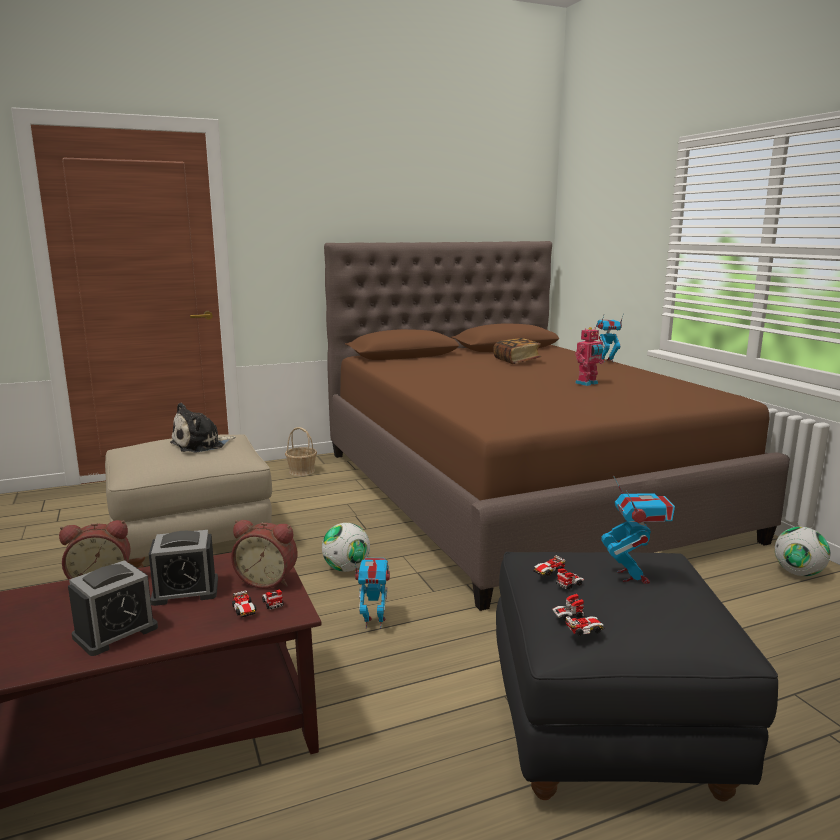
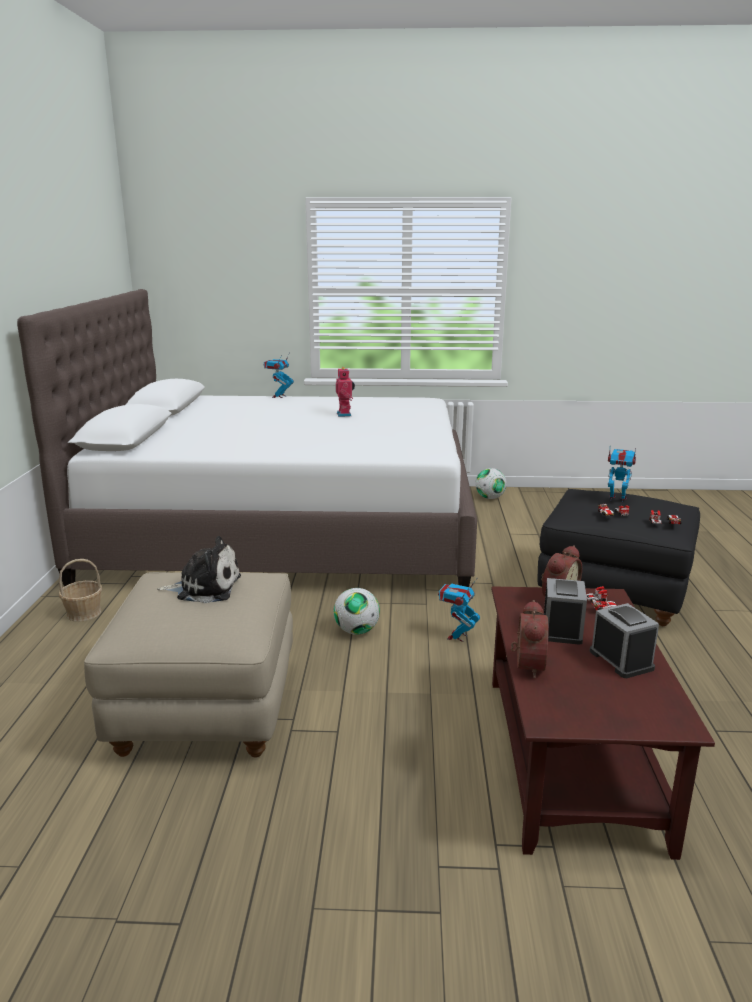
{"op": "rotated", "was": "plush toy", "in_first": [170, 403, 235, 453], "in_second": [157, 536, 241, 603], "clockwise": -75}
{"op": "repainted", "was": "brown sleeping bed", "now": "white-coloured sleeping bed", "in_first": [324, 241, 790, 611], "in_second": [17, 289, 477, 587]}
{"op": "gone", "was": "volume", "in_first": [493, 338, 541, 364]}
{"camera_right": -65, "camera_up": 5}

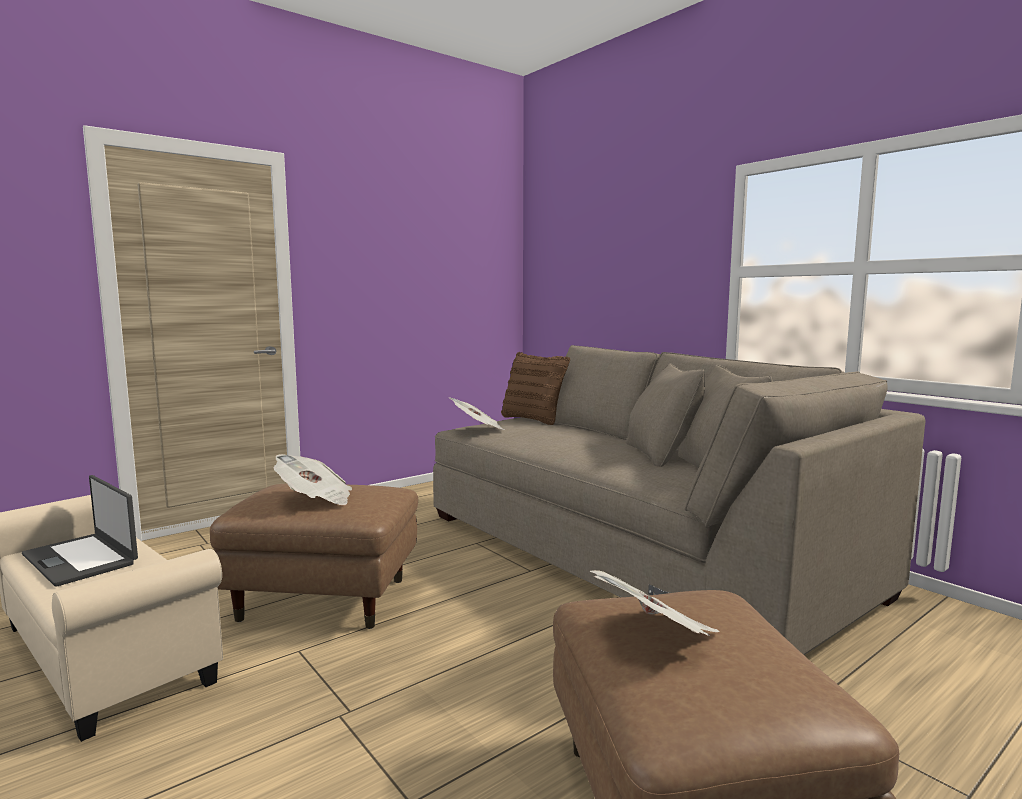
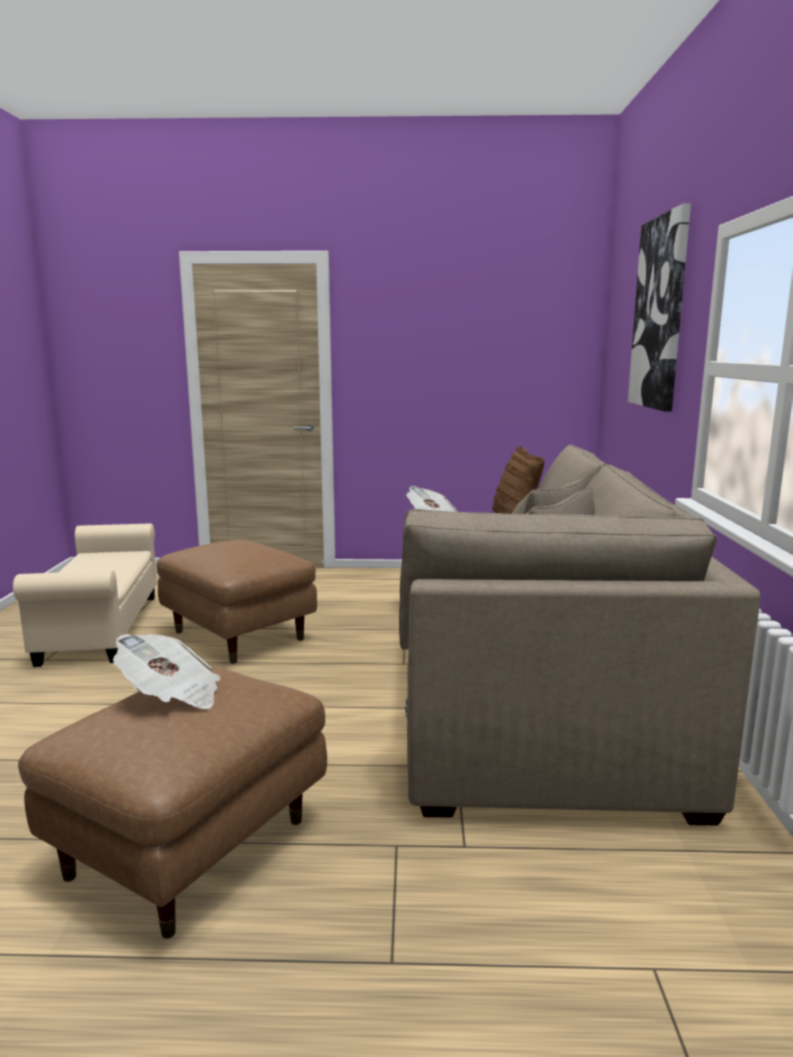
{"op": "gone", "was": "notebook computer", "in_first": [22, 475, 138, 587]}
{"op": "gone", "was": "printed paper", "in_first": [273, 454, 352, 505]}
{"op": "new", "now": "wall art", "in_second": [628, 203, 691, 412]}
{"camera_right": 40, "camera_up": 5}

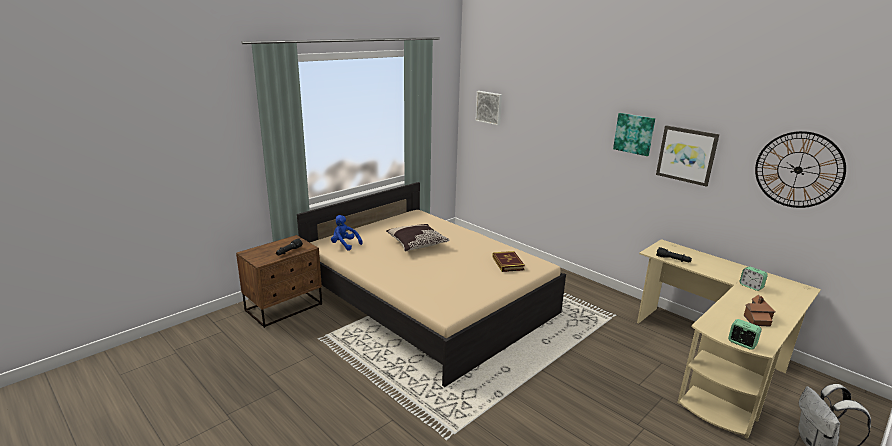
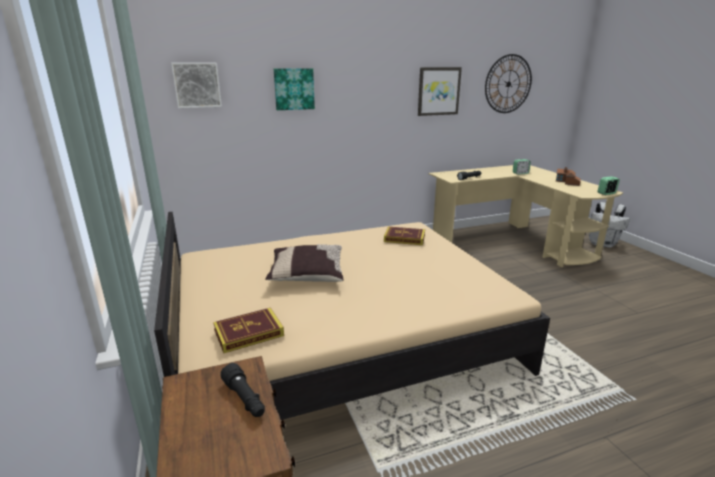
{"op": "swapped", "was": "blue-coloured plush toy", "now": "volume", "in_first": [331, 215, 363, 251], "in_second": [213, 308, 284, 353]}
{"op": "shifted", "was": "wall art", "in_first": [613, 113, 655, 156], "in_second": [274, 68, 315, 110]}
{"camera_right": -65, "camera_up": 0}

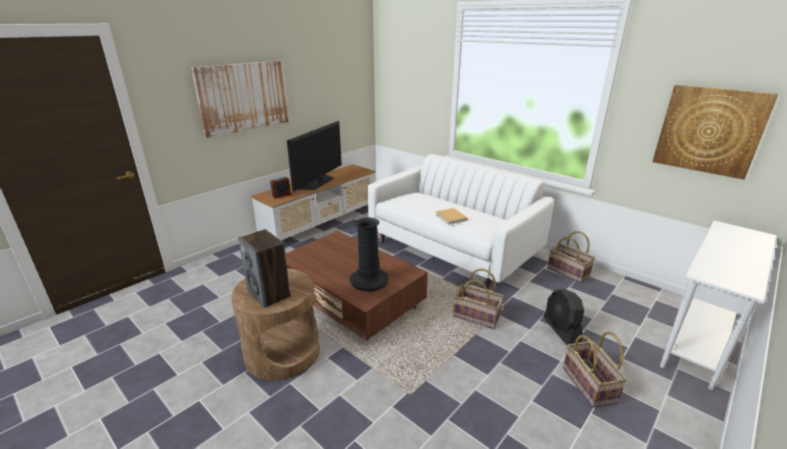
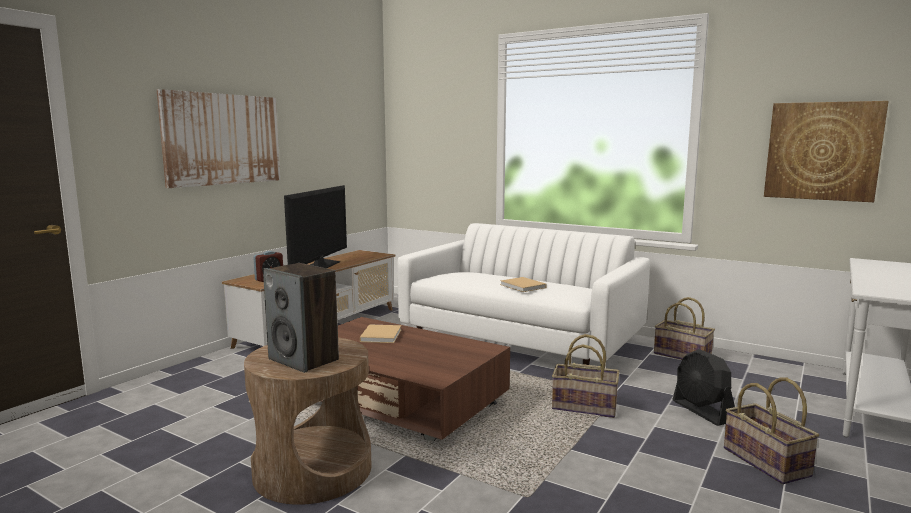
{"op": "gone", "was": "blackish vase", "in_first": [350, 218, 389, 292]}
{"op": "new", "now": "beige-coloured volume", "in_second": [360, 324, 401, 343]}
{"camera_right": -10, "camera_up": -15}

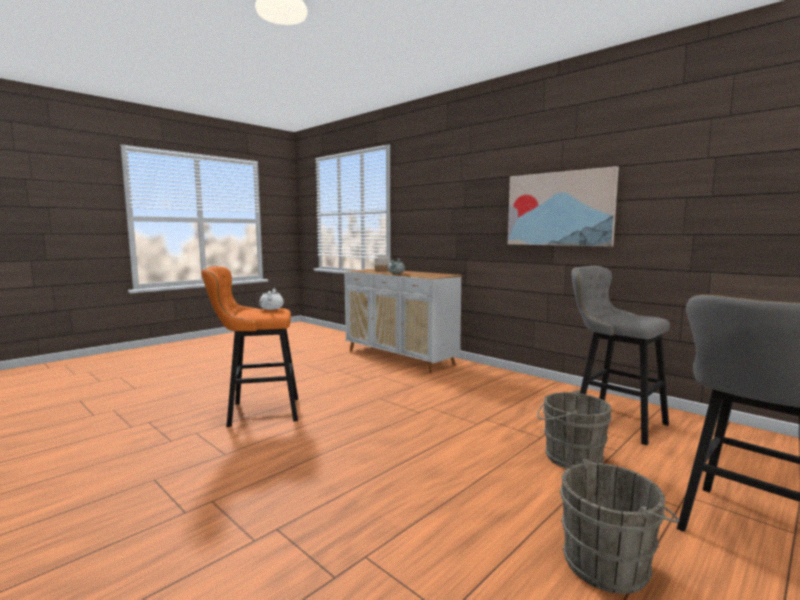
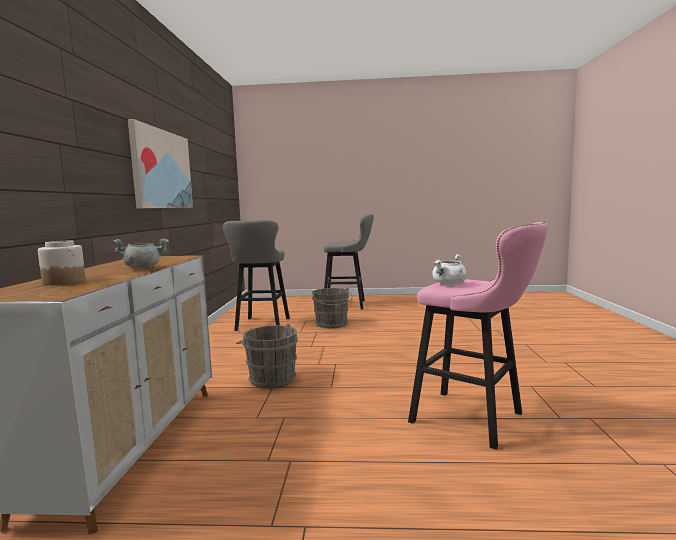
{"op": "repainted", "was": "orange-coloured sitting stool", "now": "pink sitting stool", "in_first": [202, 266, 298, 427], "in_second": [408, 221, 548, 450]}
{"op": "shifted", "was": "grey water bucket", "in_first": [559, 459, 680, 594], "in_second": [236, 324, 298, 389]}
{"camera_right": -130, "camera_up": 0}

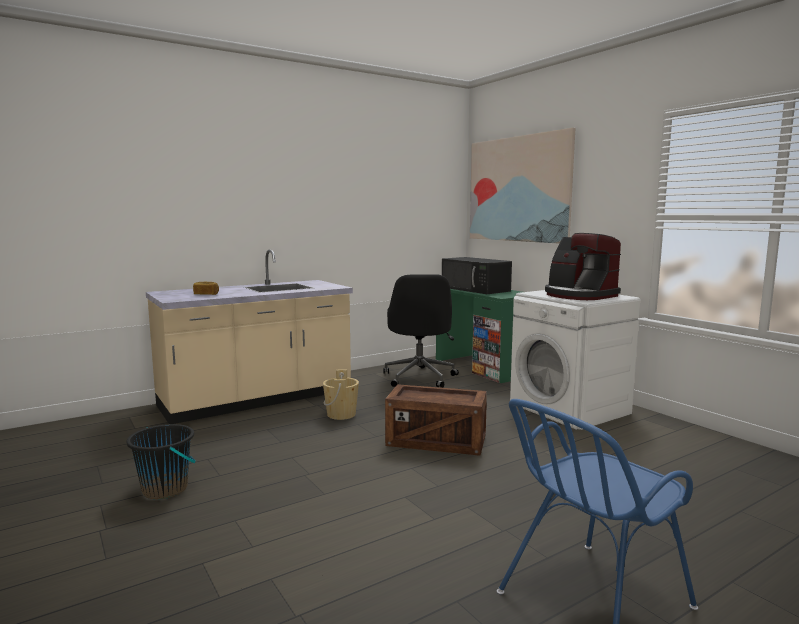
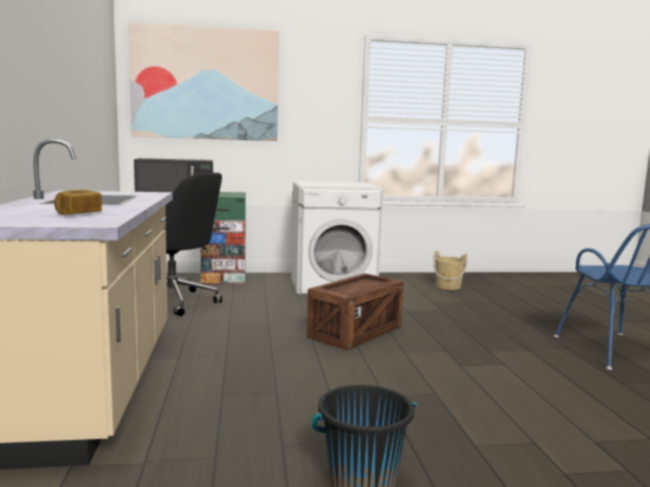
{"op": "shifted", "was": "beige-coloured water bucket", "in_first": [323, 369, 359, 420], "in_second": [433, 250, 468, 290]}
{"op": "gone", "was": "coffee machine", "in_first": [545, 233, 621, 300]}
{"camera_right": -65, "camera_up": 0}

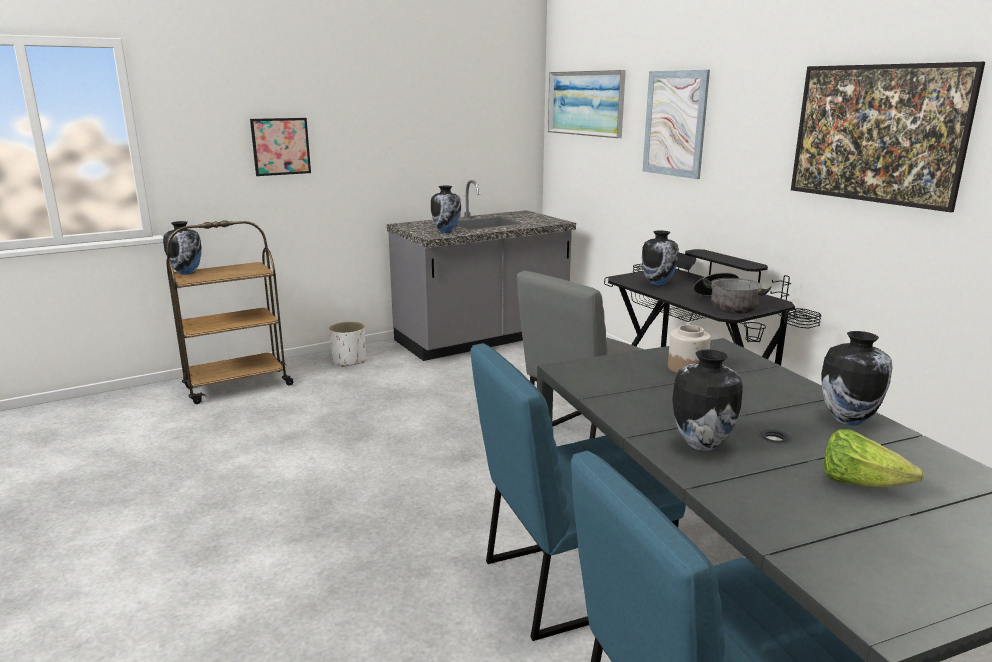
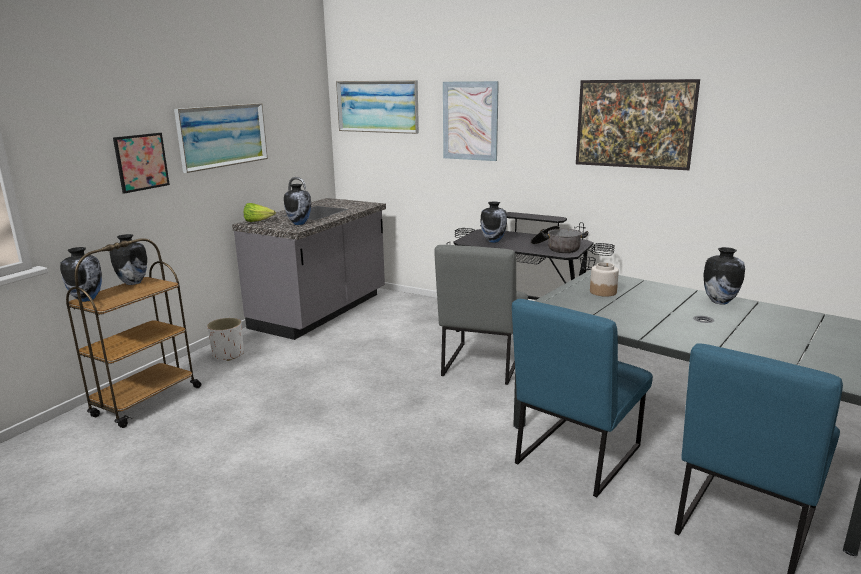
{"op": "shifted", "was": "vase", "in_first": [672, 349, 743, 451], "in_second": [110, 234, 147, 285]}
{"op": "shifted", "was": "head of lettuce", "in_first": [824, 429, 925, 487], "in_second": [244, 203, 276, 222]}
{"op": "new", "now": "wall art", "in_second": [174, 103, 268, 173]}
{"camera_right": -30, "camera_up": 0}

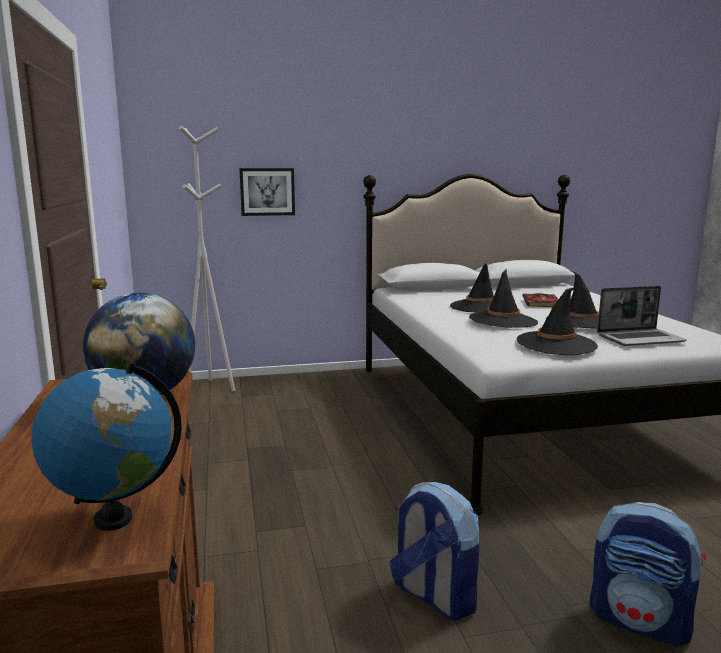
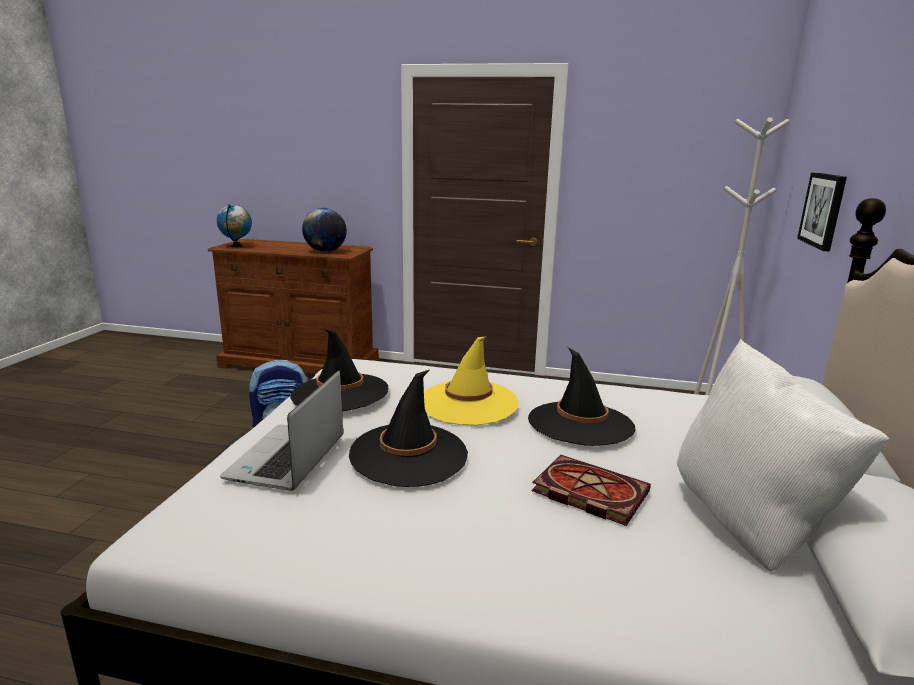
{"op": "repainted", "was": "blackish hat", "now": "yellowish hat", "in_first": [469, 269, 538, 328], "in_second": [424, 337, 518, 425]}
{"op": "gone", "was": "knapsack", "in_first": [589, 502, 706, 647]}
{"op": "new", "now": "white-coloured cushion", "in_second": [677, 339, 889, 571]}
{"camera_right": 115, "camera_up": 5}

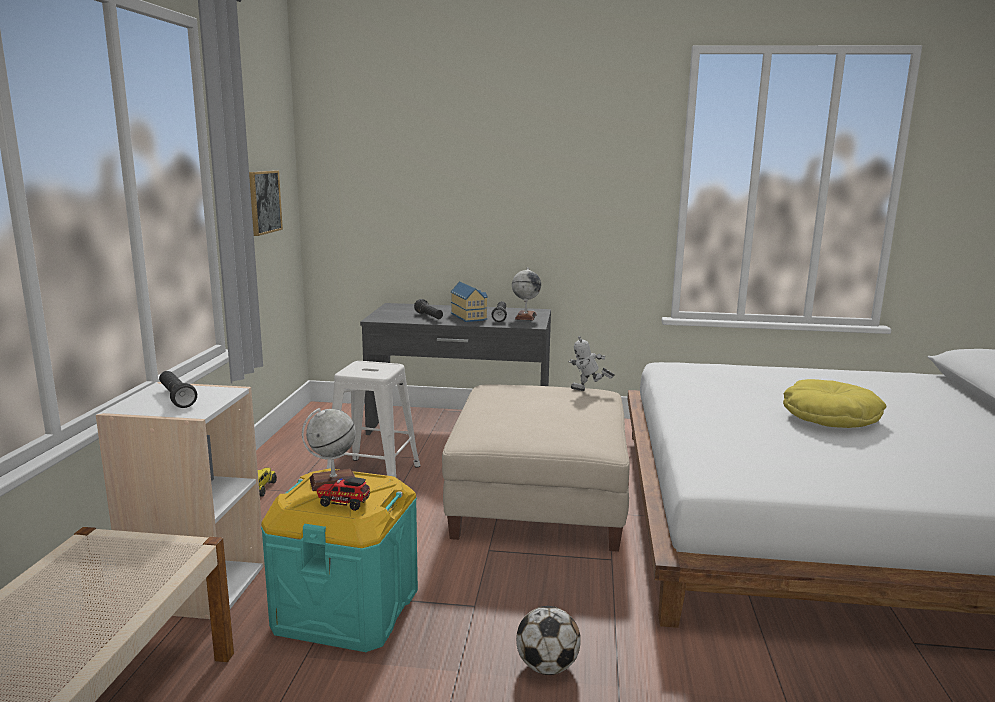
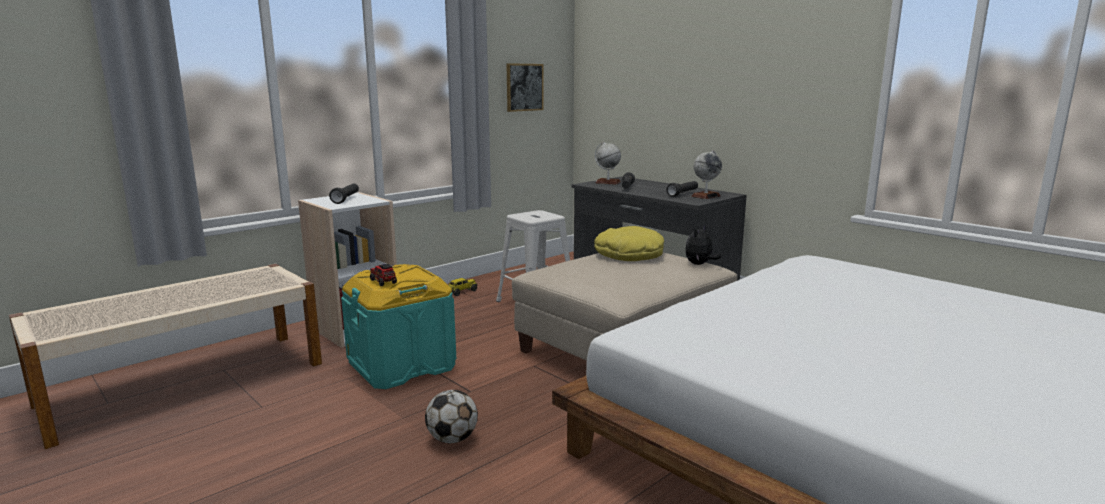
{"op": "shifted", "was": "world globe", "in_first": [302, 408, 356, 491], "in_second": [595, 142, 621, 185]}
{"op": "gone", "was": "miniature house", "in_first": [451, 281, 488, 322]}
{"op": "swapped", "was": "model robot", "now": "plush toy", "in_first": [568, 336, 615, 391], "in_second": [685, 225, 721, 265]}
{"op": "shifted", "was": "yellowish cushion", "in_first": [783, 379, 886, 428], "in_second": [594, 226, 664, 261]}
{"camera_right": 40, "camera_up": 0}

